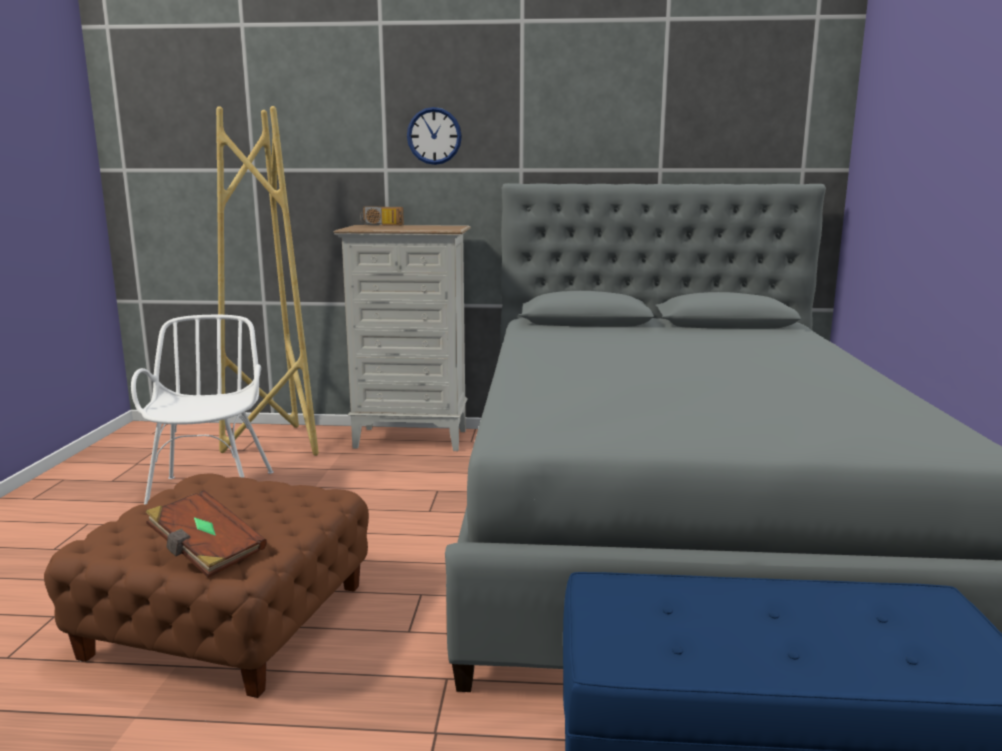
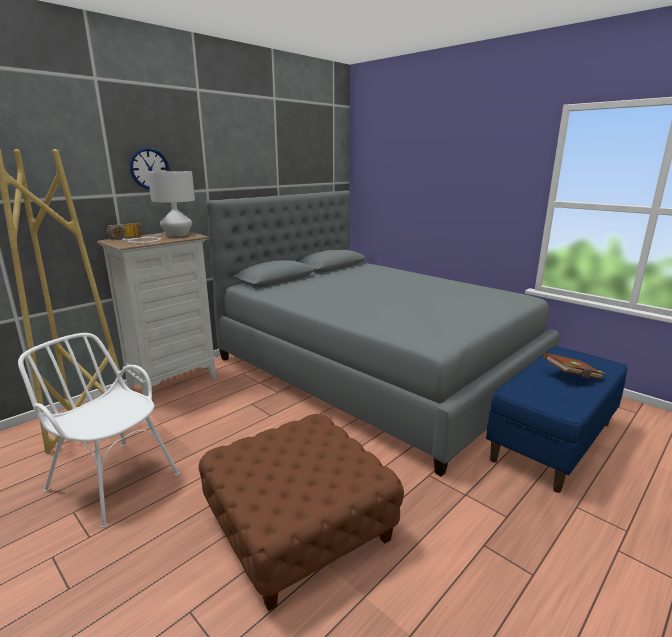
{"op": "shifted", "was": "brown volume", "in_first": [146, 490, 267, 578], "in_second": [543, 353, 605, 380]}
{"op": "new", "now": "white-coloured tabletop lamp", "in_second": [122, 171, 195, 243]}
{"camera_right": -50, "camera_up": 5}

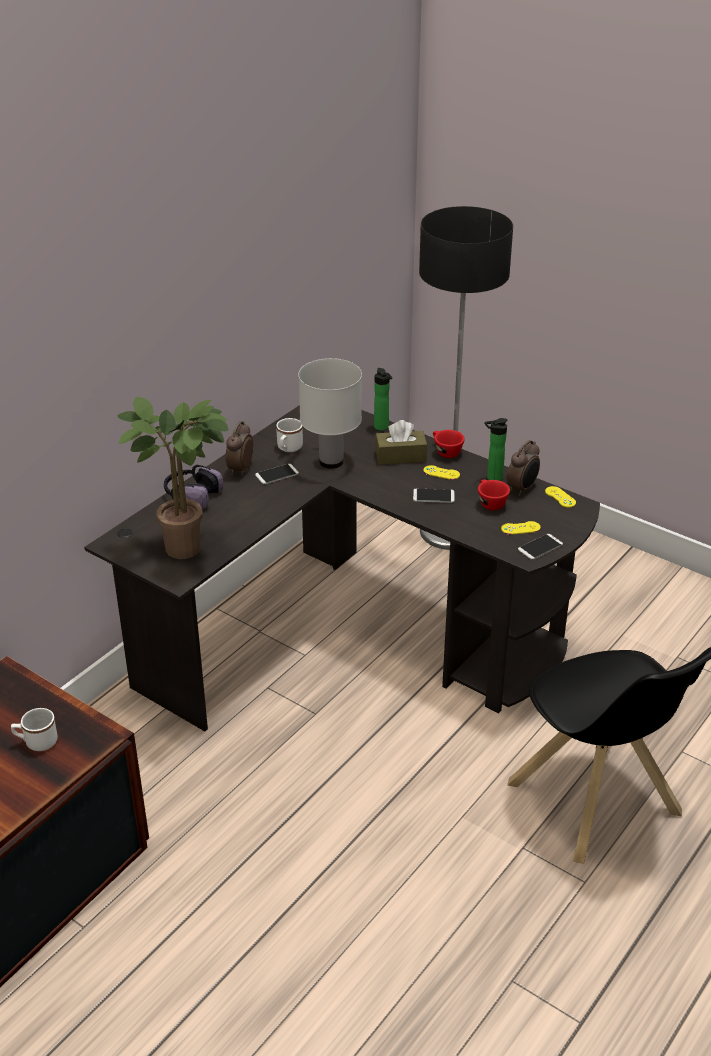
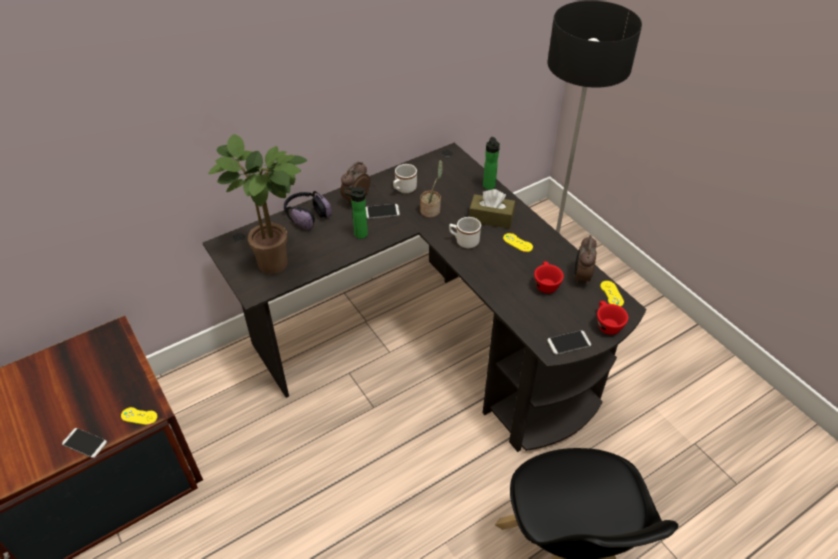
{"op": "shifted", "was": "white-coloured tea mug", "in_first": [11, 708, 58, 751], "in_second": [449, 217, 481, 248]}
{"op": "swapped", "was": "white-coloured tabletop lamp", "now": "potted plant", "in_first": [298, 358, 362, 469], "in_second": [420, 160, 443, 218]}
{"op": "shifted", "was": "phone", "in_first": [413, 489, 455, 503], "in_second": [62, 428, 107, 458]}
{"op": "shifted", "was": "red cup", "in_first": [433, 430, 465, 458], "in_second": [597, 301, 628, 335]}
{"op": "shifted", "was": "drink bottle", "in_first": [484, 418, 507, 481], "in_second": [345, 187, 368, 239]}
{"op": "shifted", "was": "yellowish gamepad", "in_first": [501, 521, 541, 535], "in_second": [121, 407, 158, 425]}
{"op": "rotated", "was": "alarm clock", "in_first": [507, 440, 540, 496], "in_second": [574, 235, 597, 284], "clockwise": 135}
{"camera_right": 20, "camera_up": 10}

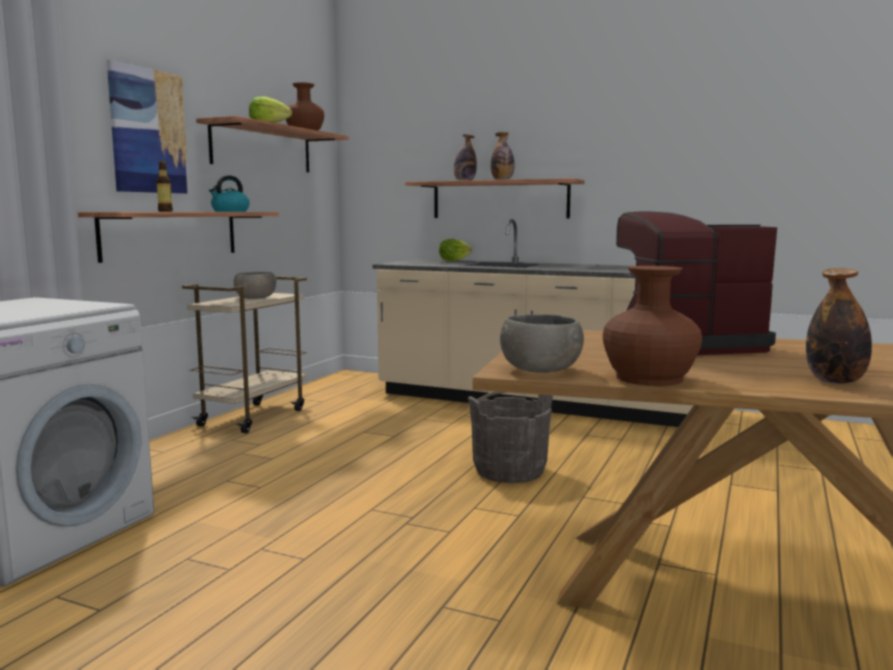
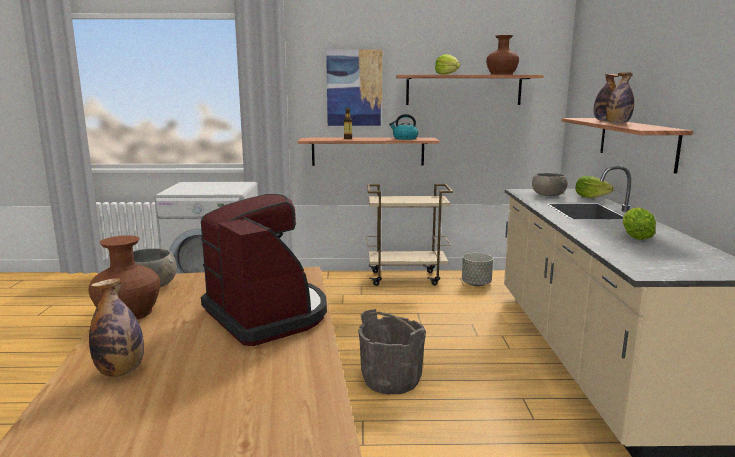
{"op": "shifted", "was": "grey bowl", "in_first": [234, 272, 277, 299], "in_second": [532, 173, 567, 196]}
{"op": "new", "now": "grey planter", "in_second": [462, 253, 493, 286]}
{"op": "new", "now": "head of lettuce", "in_second": [623, 207, 656, 240]}
{"camera_right": 65, "camera_up": 5}

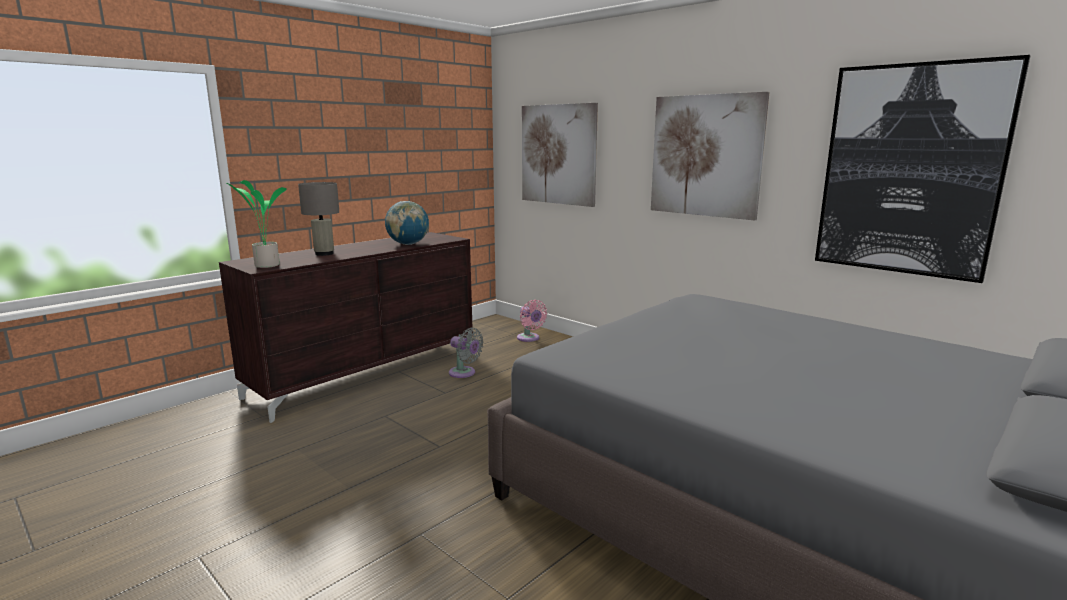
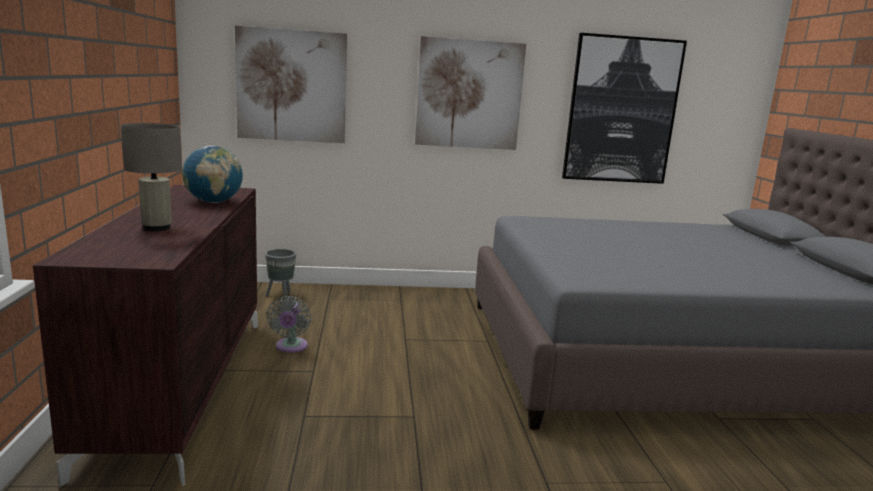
{"op": "gone", "was": "potted plant", "in_first": [227, 180, 287, 268]}
{"op": "rotated", "was": "grey electric fan", "in_first": [449, 327, 484, 378], "in_second": [267, 296, 311, 353], "clockwise": 105}
{"op": "swapped", "was": "pink electric fan", "now": "grey planter", "in_first": [517, 300, 547, 342], "in_second": [265, 249, 296, 299]}
{"camera_right": -50, "camera_up": 0}

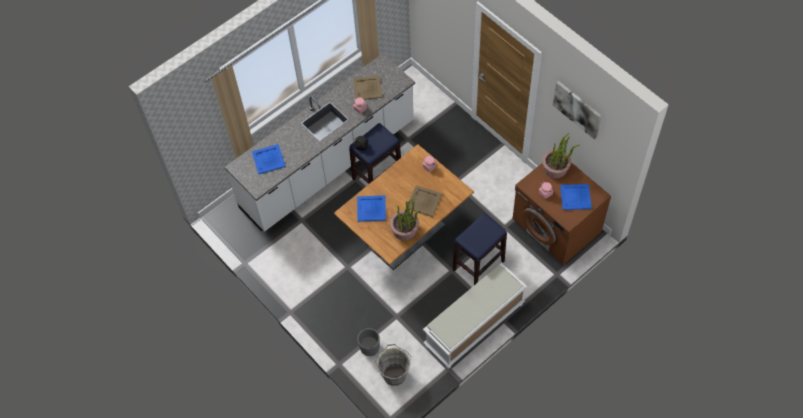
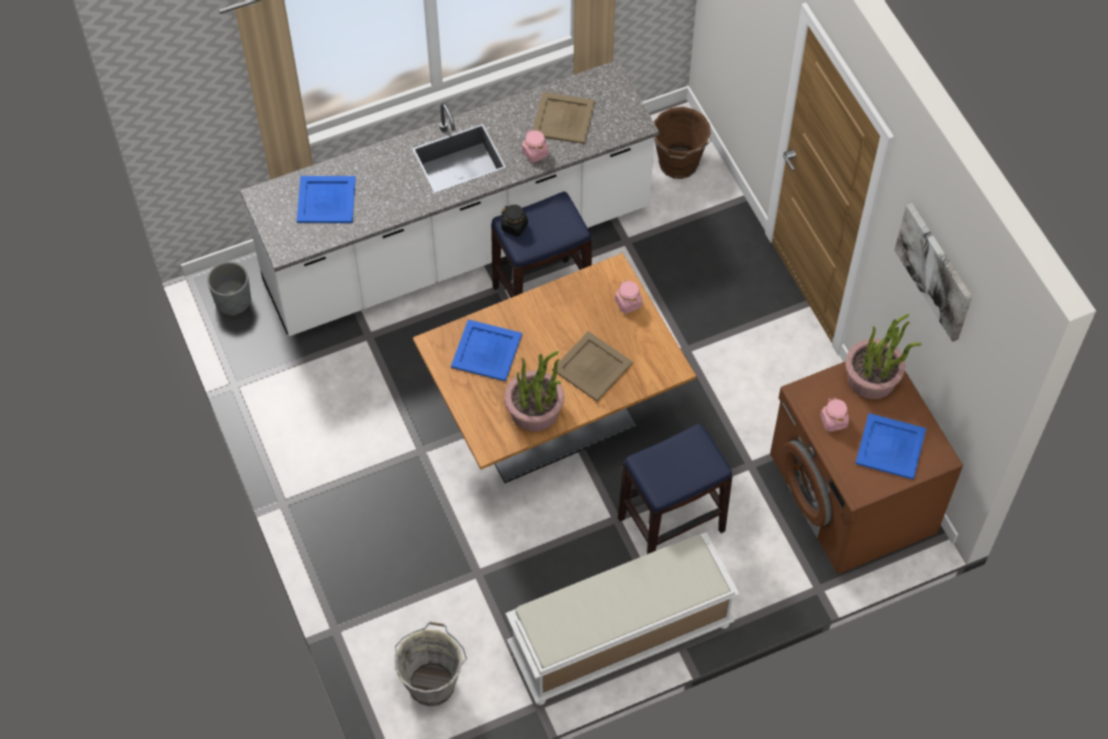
{"op": "shifted", "was": "grey planter", "in_first": [357, 328, 380, 356], "in_second": [207, 262, 251, 316]}
{"op": "new", "now": "brown water bucket", "in_second": [654, 107, 711, 179]}
{"camera_right": 15, "camera_up": 0}

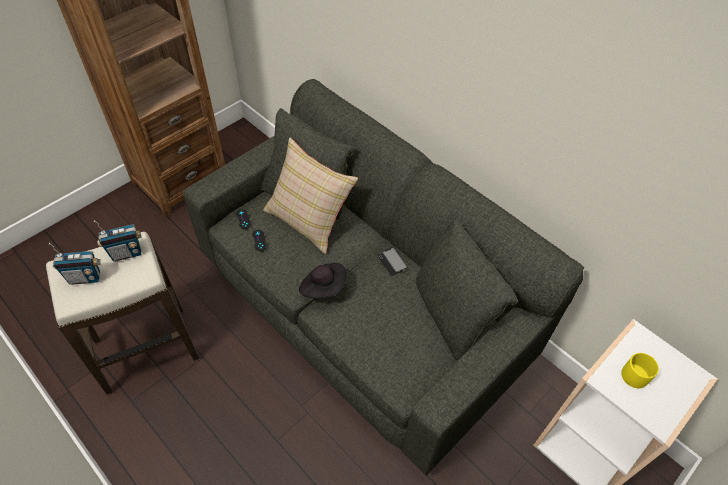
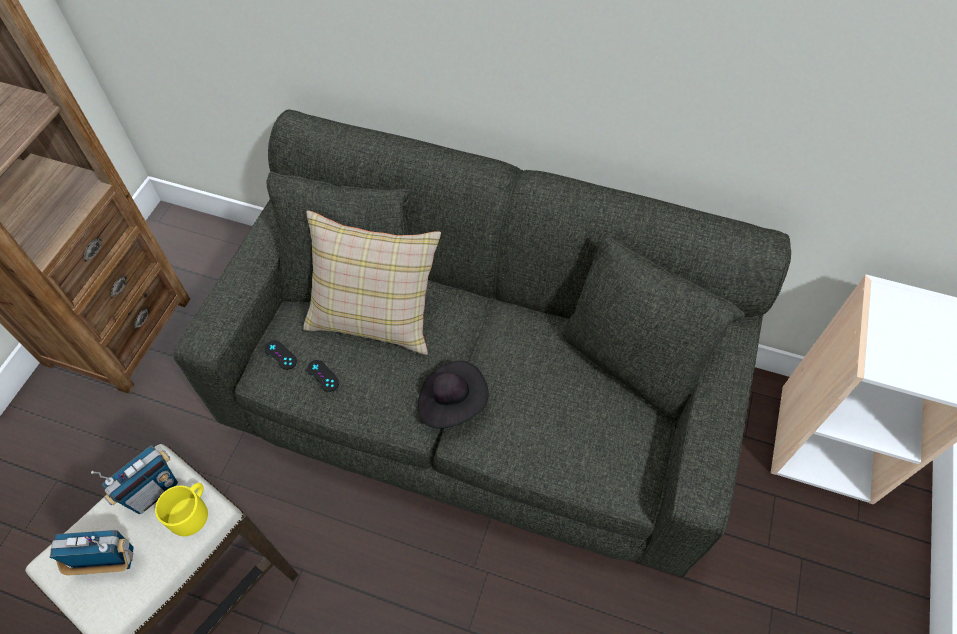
{"op": "rotated", "was": "radio receiver", "in_first": [49, 243, 101, 285], "in_second": [50, 530, 134, 575], "clockwise": -150}
{"op": "gone", "was": "phone", "in_first": [378, 247, 407, 276]}
{"op": "shifted", "was": "yellowish tea mug", "in_first": [621, 353, 659, 388], "in_second": [155, 483, 208, 536]}
{"camera_right": -25, "camera_up": 5}

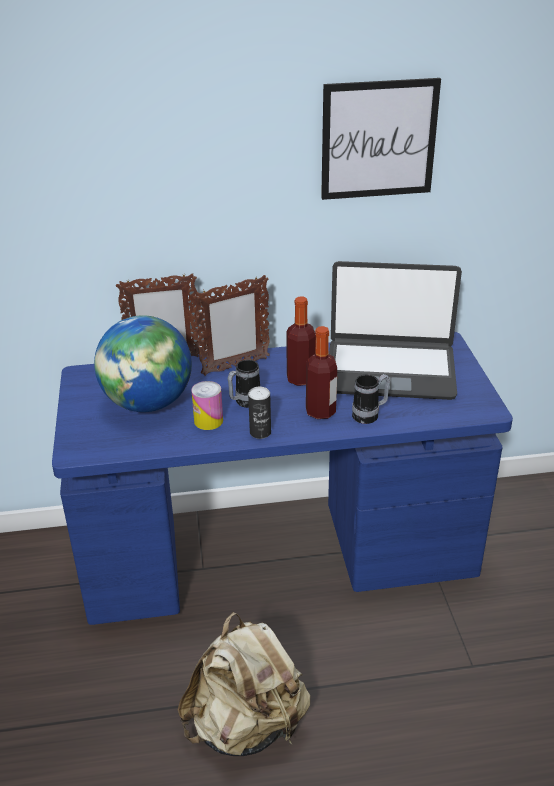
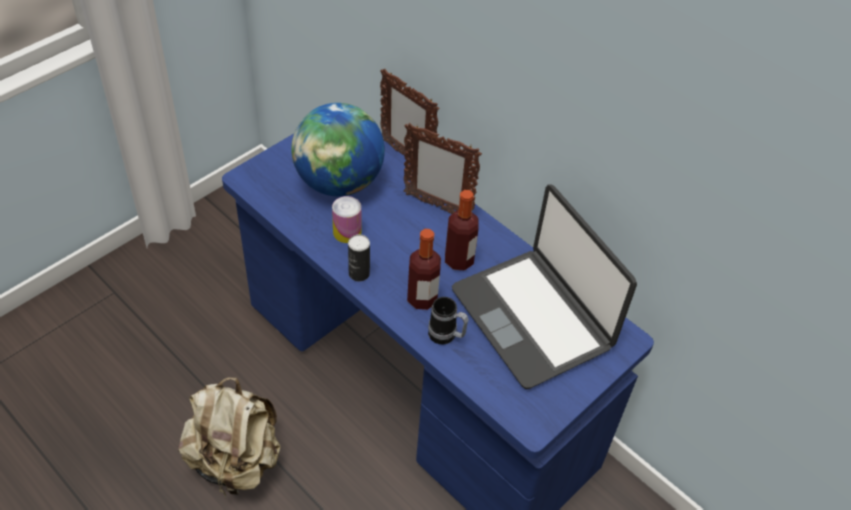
{"op": "gone", "was": "tea mug", "in_first": [228, 360, 260, 408]}
{"op": "gone", "was": "wall art", "in_first": [321, 78, 441, 200]}
{"camera_right": 50, "camera_up": 15}

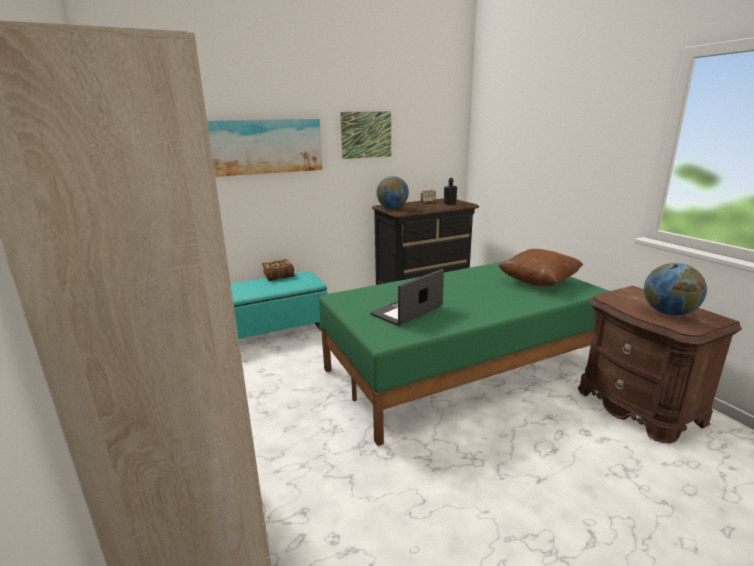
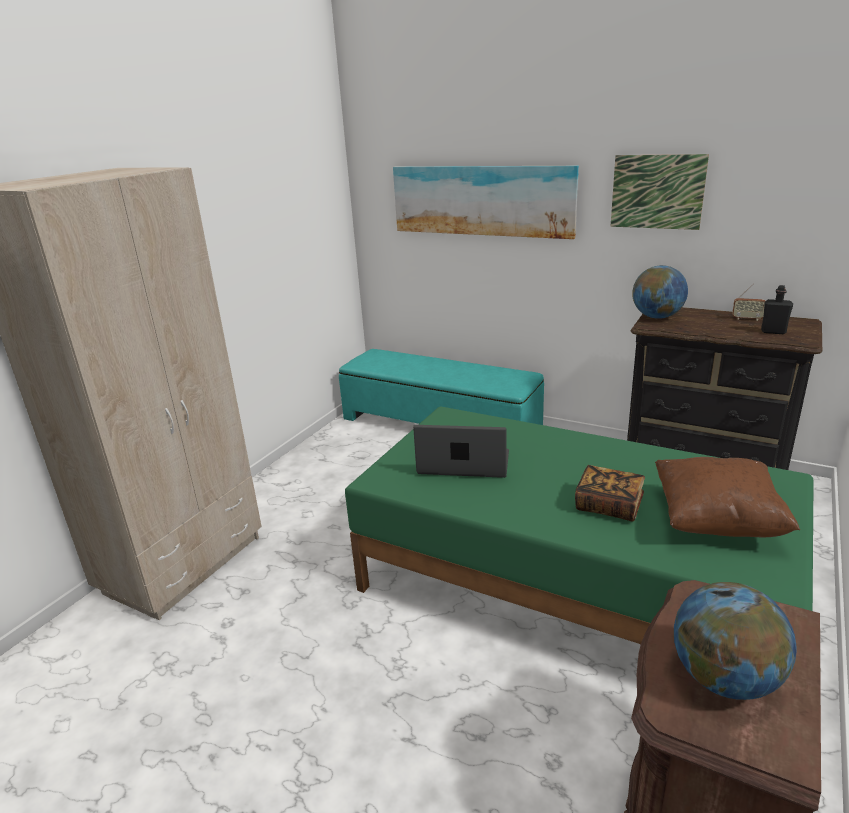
{"op": "shifted", "was": "volume", "in_first": [262, 259, 294, 281], "in_second": [575, 465, 645, 521]}
{"camera_right": 55, "camera_up": 5}

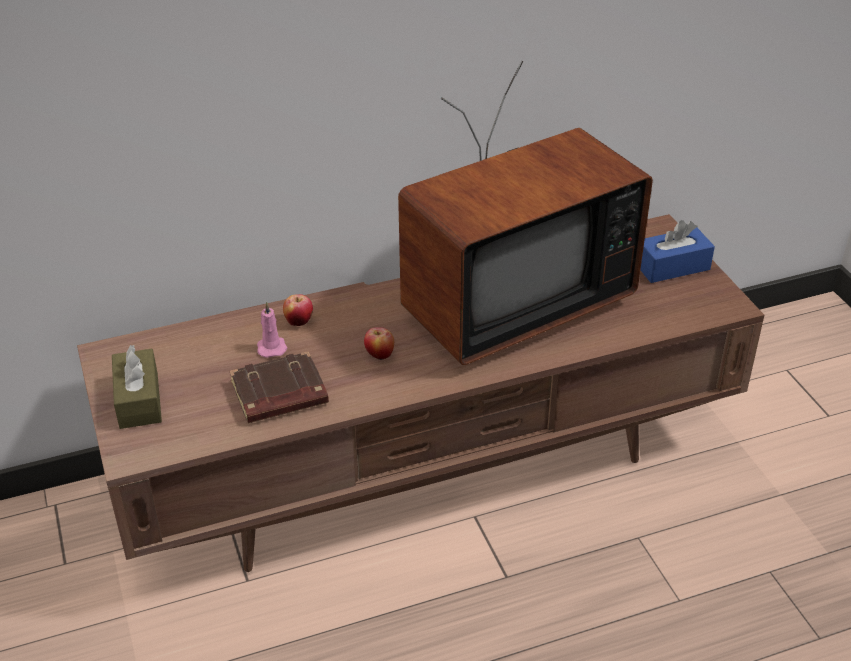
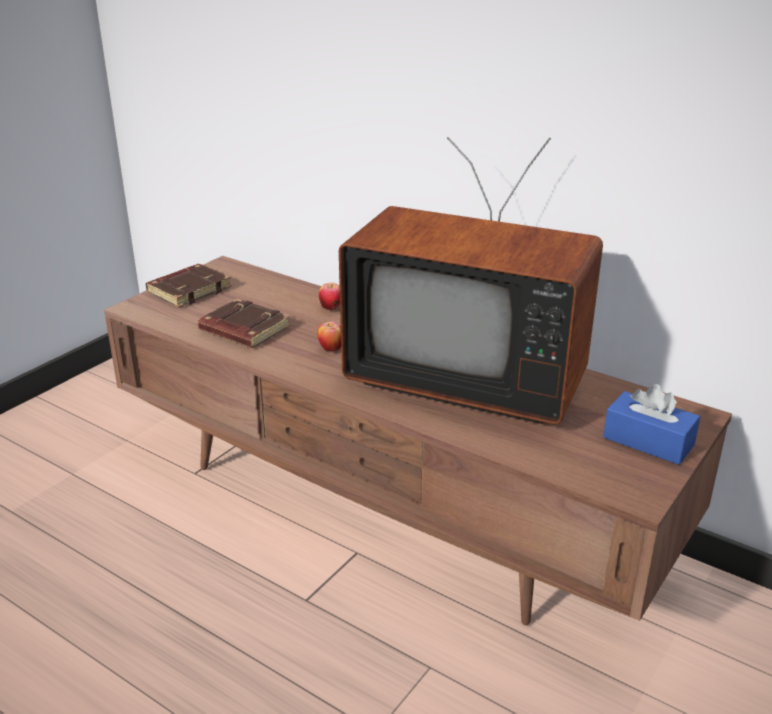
{"op": "swapped", "was": "brown tissue box", "now": "brown volume", "in_first": [112, 345, 162, 429], "in_second": [146, 264, 231, 308]}
{"op": "gone", "was": "pink candle", "in_first": [257, 302, 287, 358]}
{"camera_right": 55, "camera_up": -10}

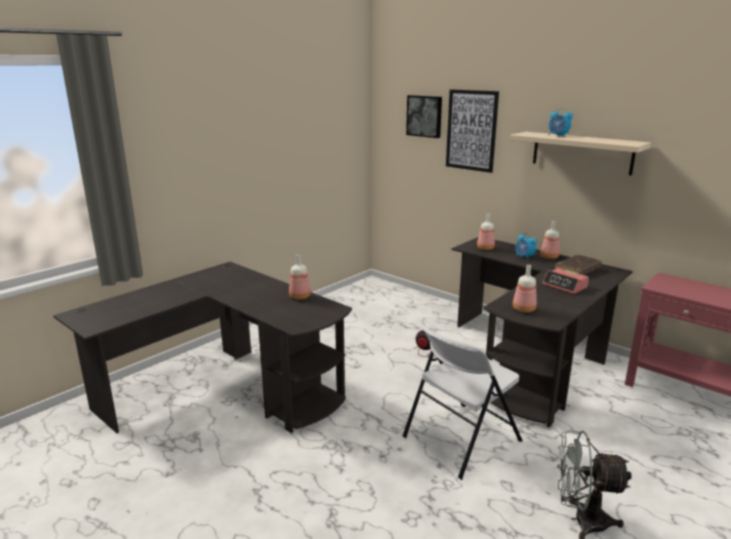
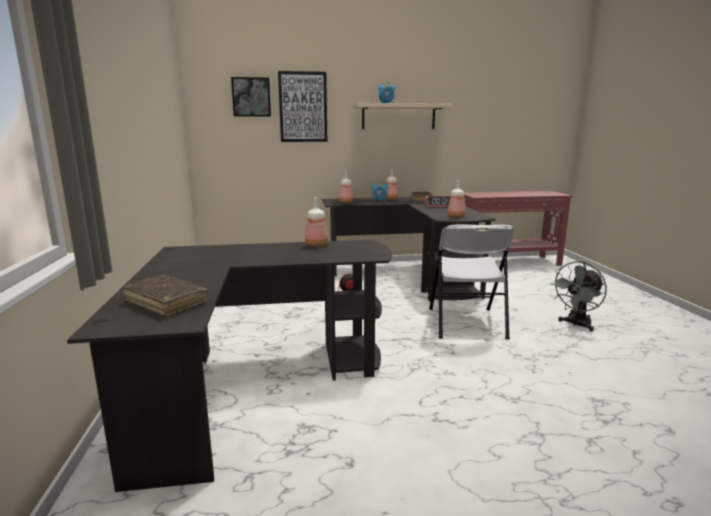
{"op": "new", "now": "brown volume", "in_second": [123, 275, 208, 317]}
{"camera_right": -50, "camera_up": -5}

